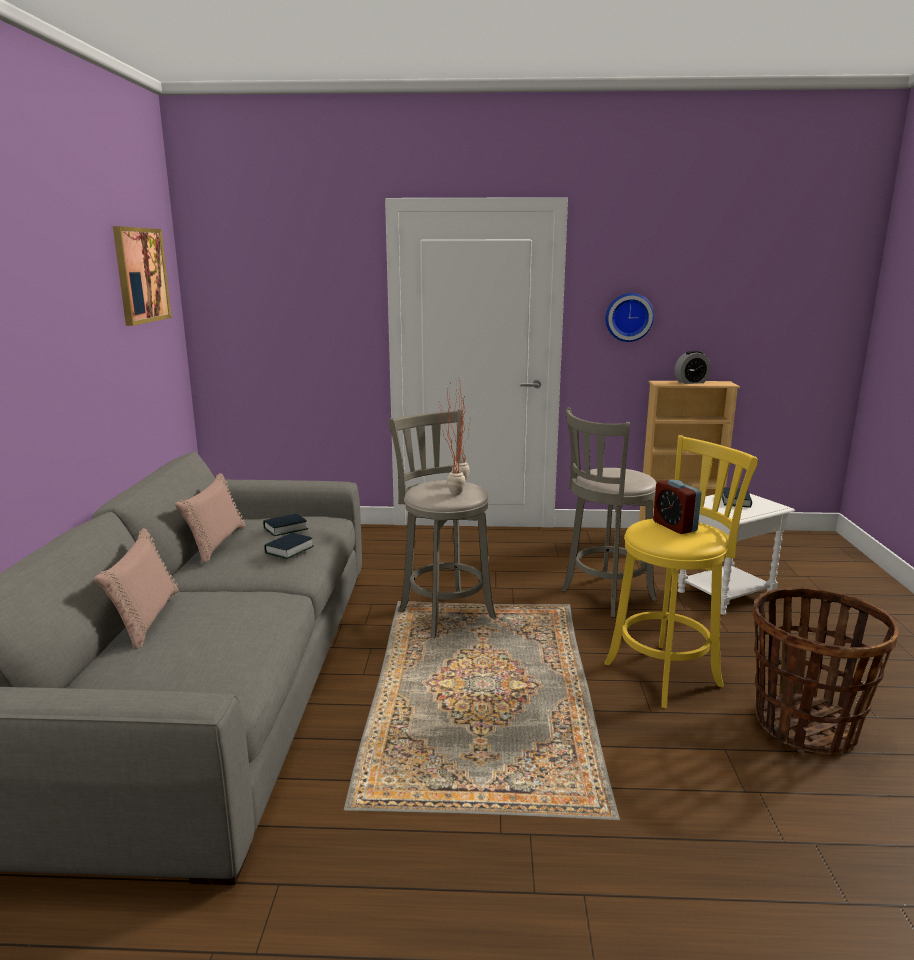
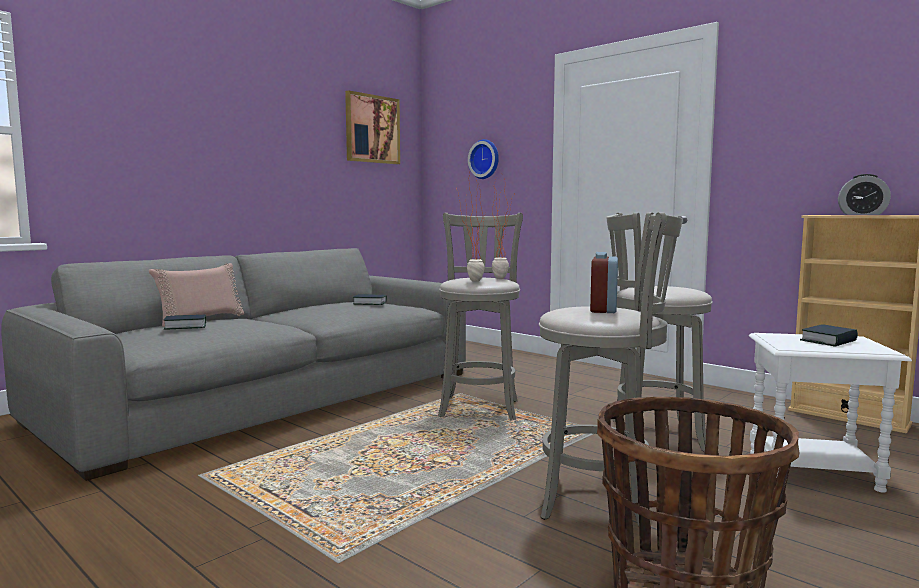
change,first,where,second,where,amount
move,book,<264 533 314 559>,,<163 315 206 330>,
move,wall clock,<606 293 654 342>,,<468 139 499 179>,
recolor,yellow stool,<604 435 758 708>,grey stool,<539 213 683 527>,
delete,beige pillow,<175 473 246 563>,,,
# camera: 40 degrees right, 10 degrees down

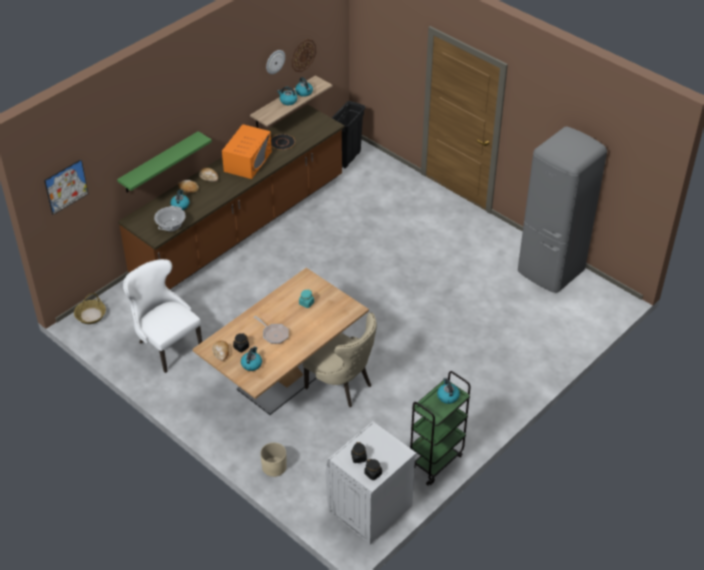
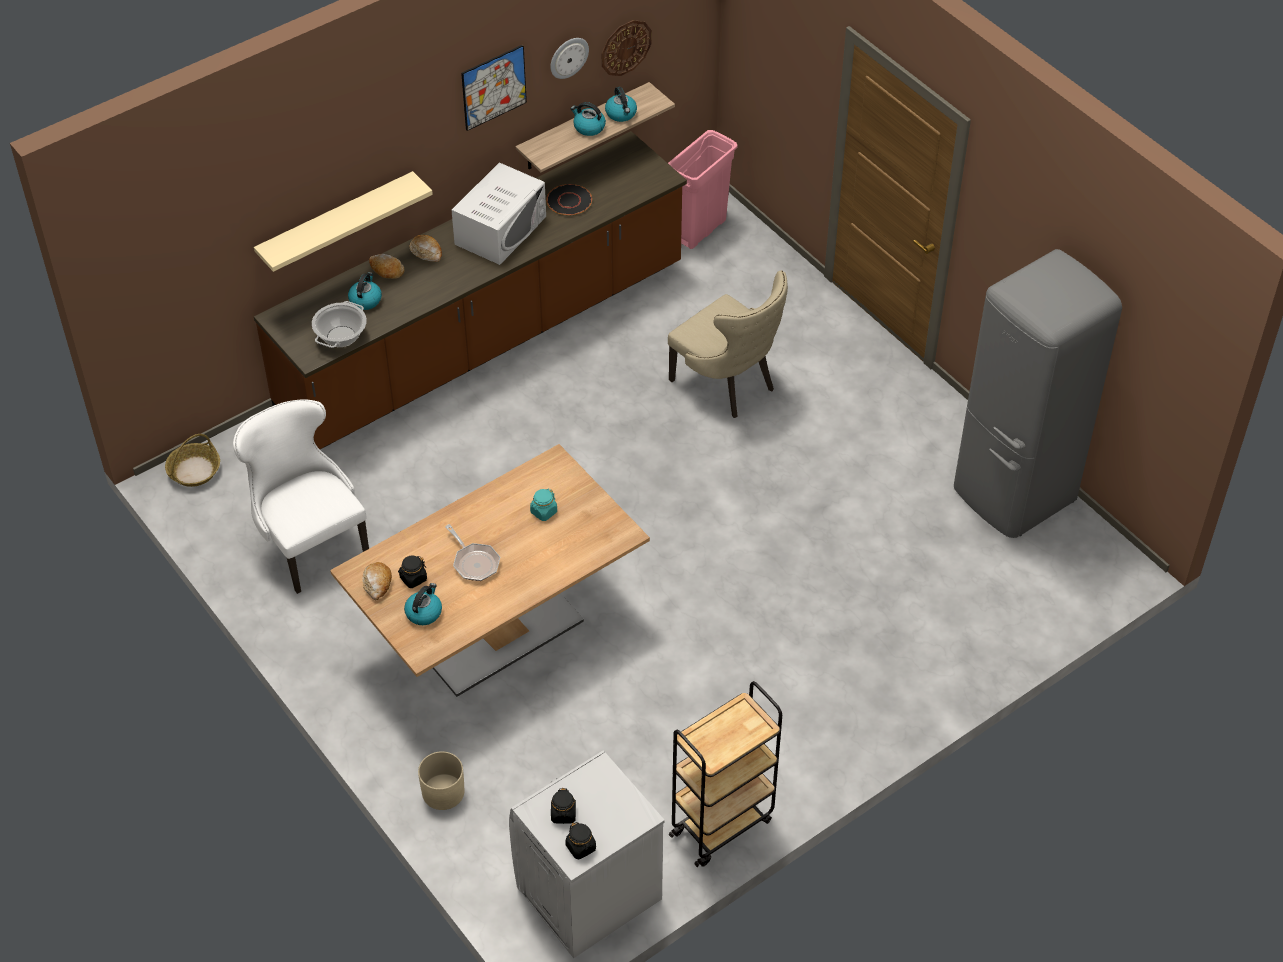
change,first,where,second,where,amount
recolor,green shelf,<117 131 212 193>,beige shelf,<254 171 433 272>,
recolor,orange microwave,<222 124 272 179>,white microwave,<452 162 546 265>,
move,picture,<44 159 88 215>,,<461 45 527 131>,
recolor,black trash can,<332 101 366 168>,pink trash can,<668 130 737 249>,
move,beige chair,<303 312 377 407>,,<668 270 788 418>,
recolor,green cart,<410 371 470 486>,brown cart,<669 681 782 867>,
delete,kettle,<437 378 460 404>,,,
# camera: 10 degrees right, 5 degrees up

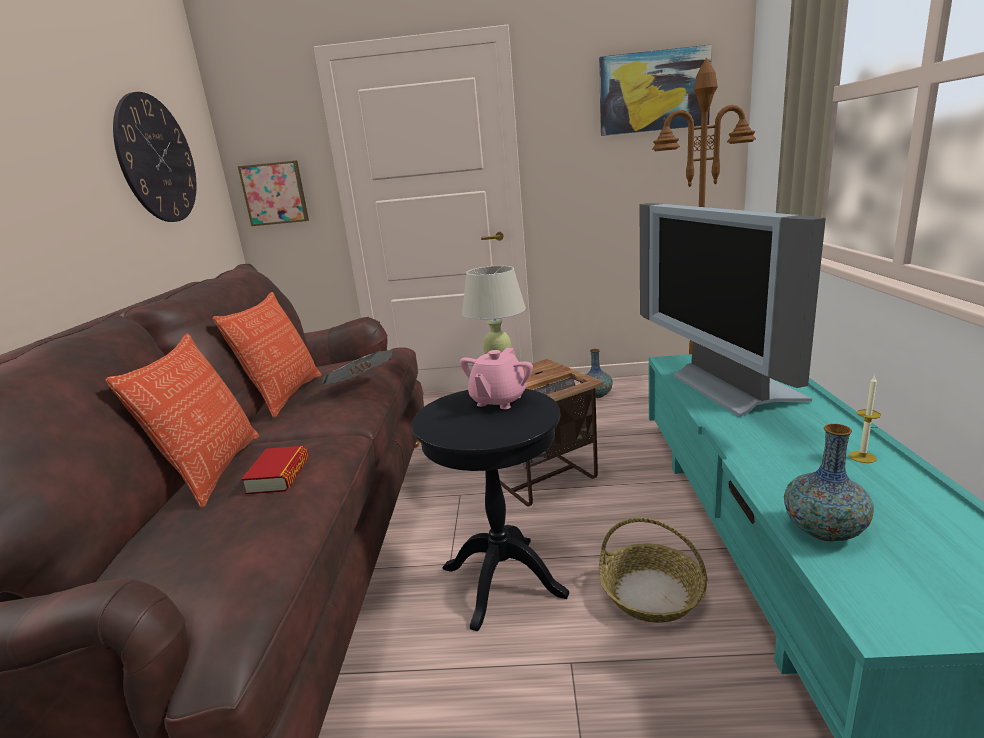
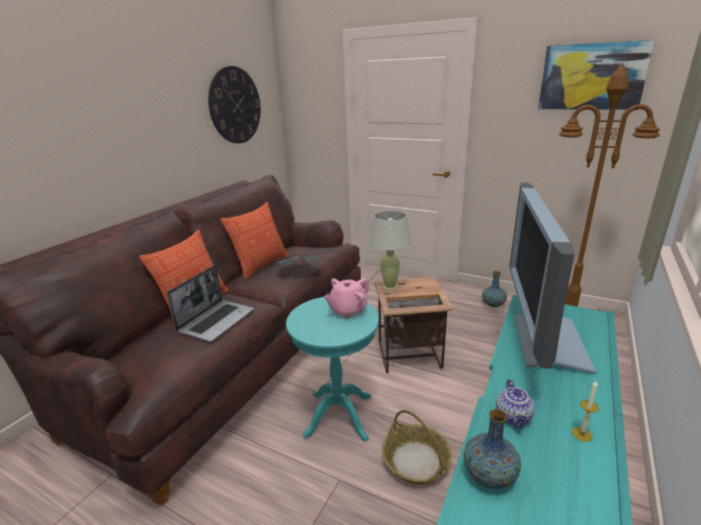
change,first,where,second,where,amount
replace,book,<241 446 309 495>,laptop,<167 265 254 342>,
recolor,black side table,<412 389 569 631>,turquoise side table,<286 297 379 442>,
insert,,,teapot,<496 379 535 428>,
delete,picture,<237 160 309 226>,,,
# camera: 25 degrees right, 5 degrees up

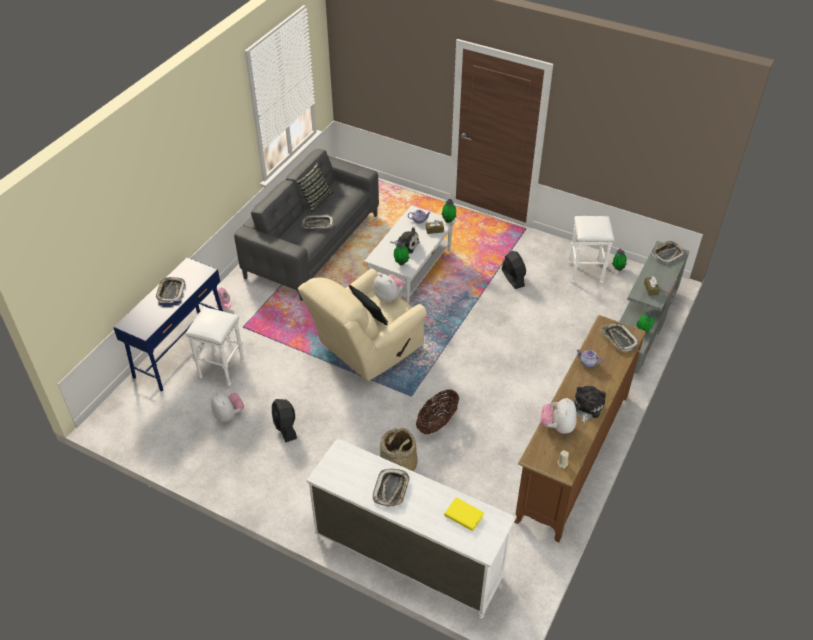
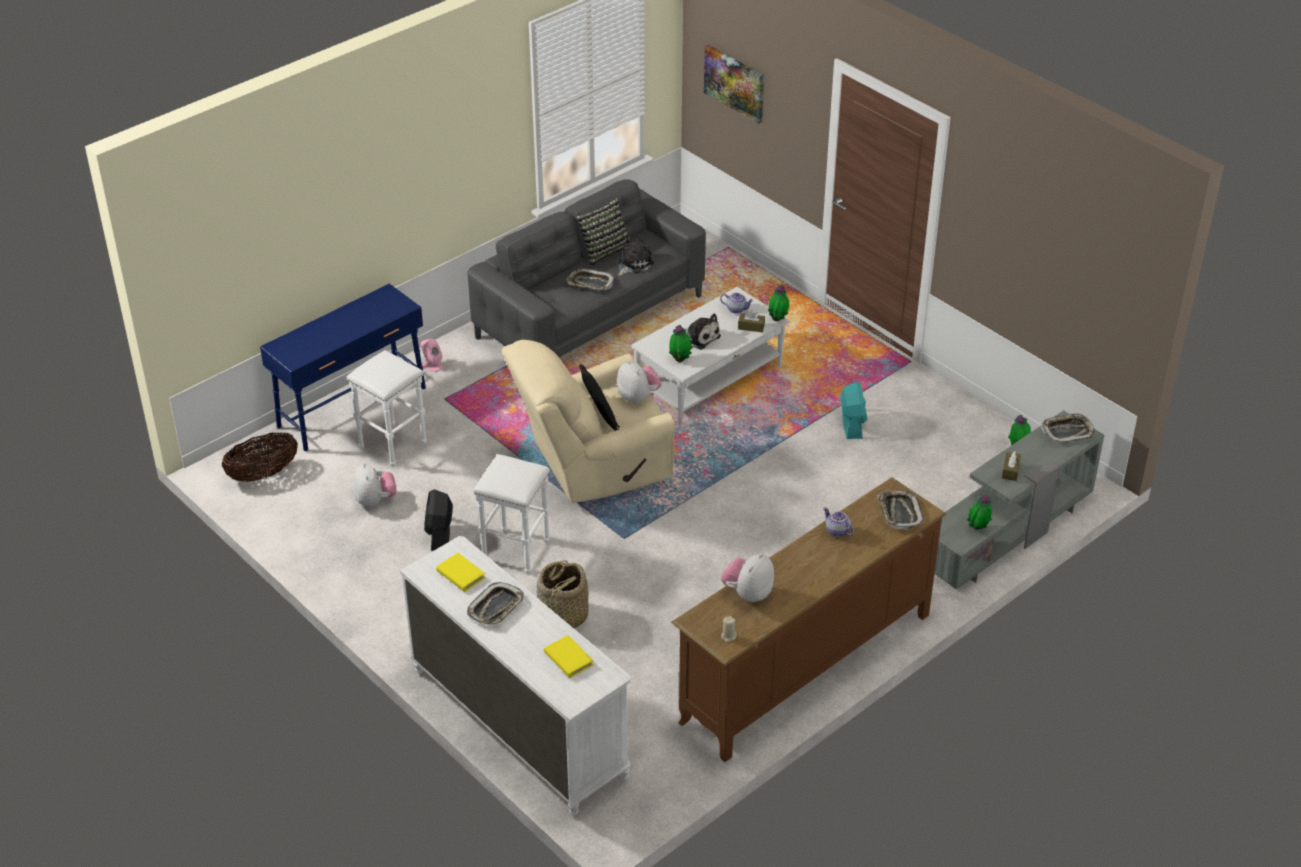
change,first,where,second,where,amount
move,basket,<416 389 459 434>,,<222 432 298 482>,
insert,,,yellow book,<436 553 486 592>,
move,white stool,<568 216 614 284>,,<473 454 550 574>,
move,plush toy,<574 386 606 424>,,<618 237 654 276>,
insert,,,picture,<704 45 764 124>,
recolor,black fan,<502 251 526 289>,turquoise fan,<840 382 868 439>,
delete,tray,<156 277 185 303>,,,
# camera: 20 degrees right, 5 degrees down

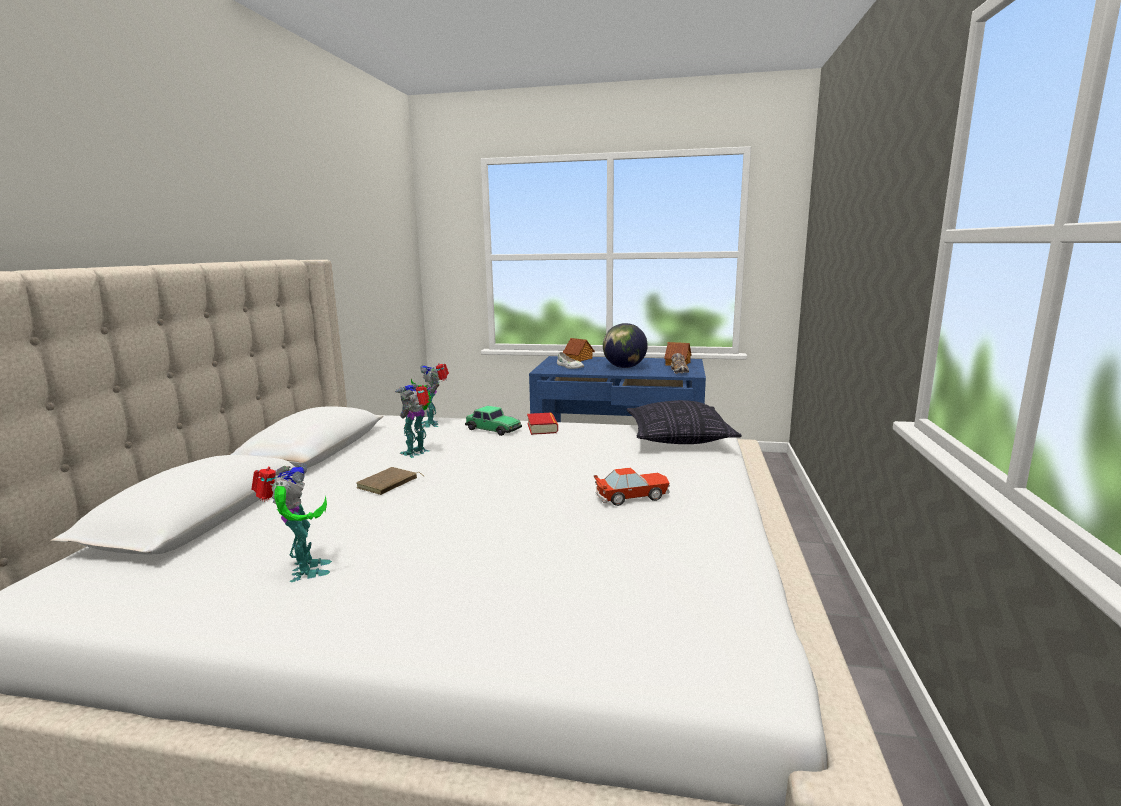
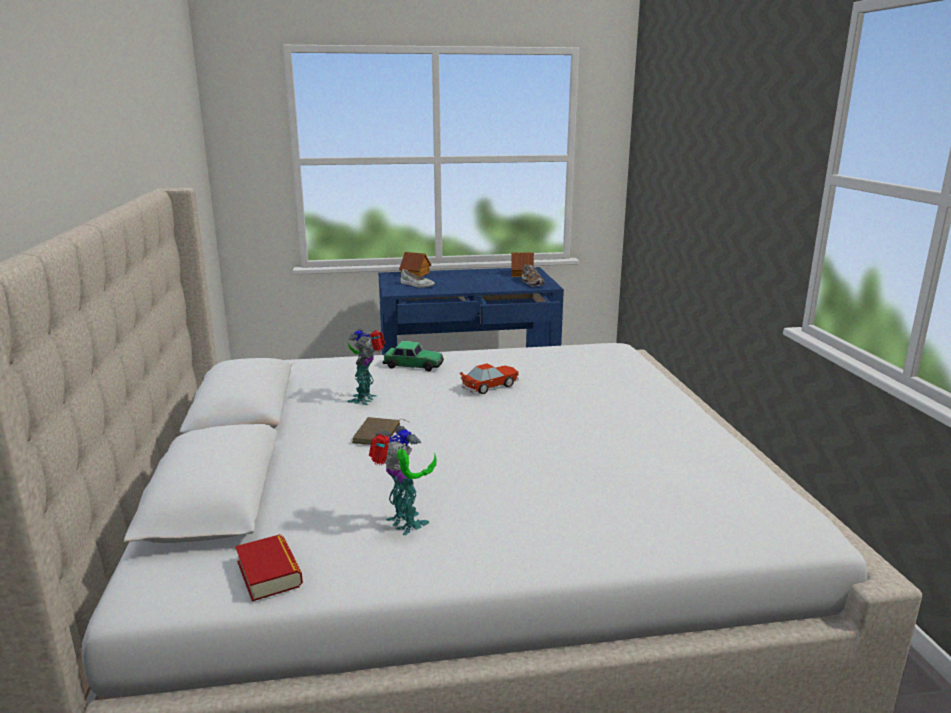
change,first,where,second,where,amount
move,book,<527 413 558 435>,,<235 534 303 601>,
move,toy car,<593 468 670 506>,,<460 363 519 394>,
delete,toy robot,<411 363 449 428>,,,
delete,globe,<603 323 648 368>,,,
delete,pillow,<626 400 742 444>,,,
# camera: 20 degrees left, 5 degrees up

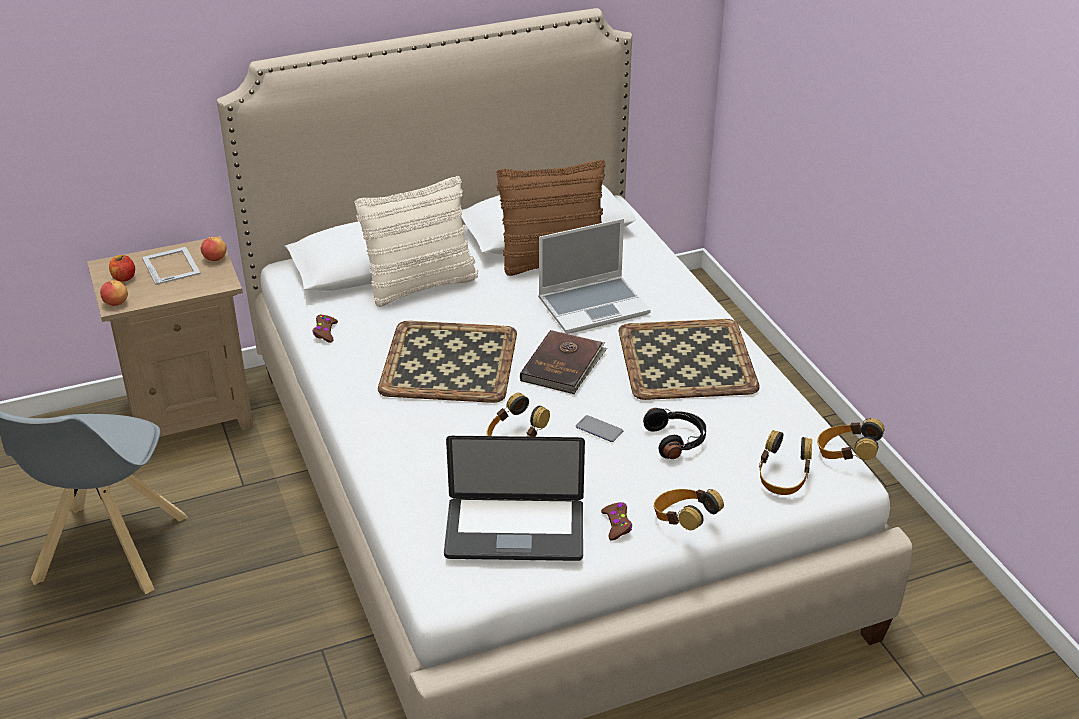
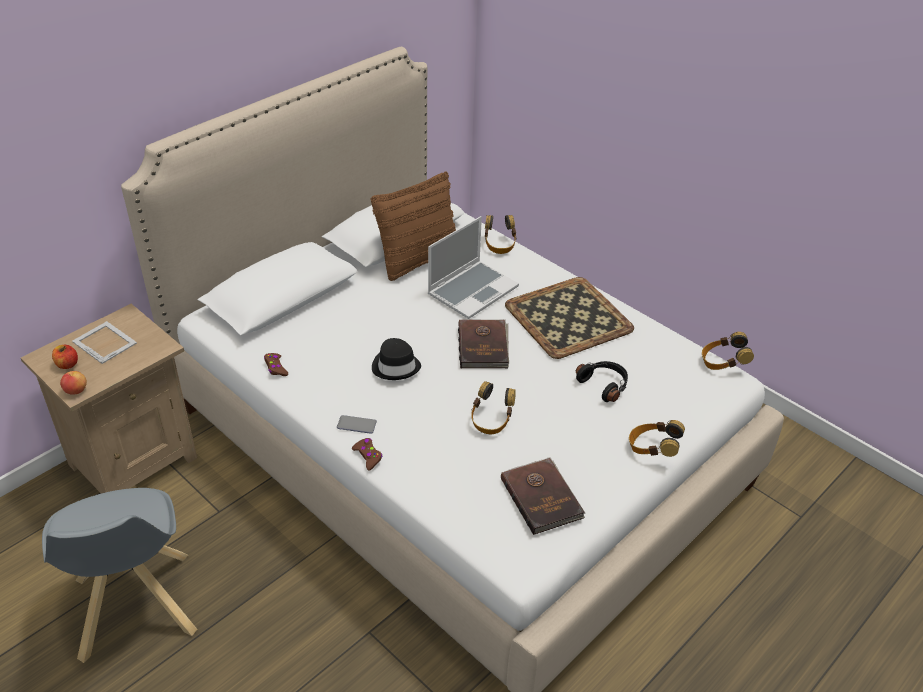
change,first,where,second,where,amount
move,phone,<576 415 623 442>,,<337 415 377 434>,
move,brown game controller,<601 502 632 541>,,<352 438 382 471>,
replace,tray,<378 321 517 403>,black hat,<372 338 421 380>,
move,headphones,<759 430 812 495>,,<485 215 516 254>,
replace,laptop,<444 436 585 561>,brown book,<501 457 585 535>,
delete,apple,<201 237 227 261>,,,
delete,beige pillow,<354 176 478 307>,,,
# camera: 25 degrees left, 5 degrees up

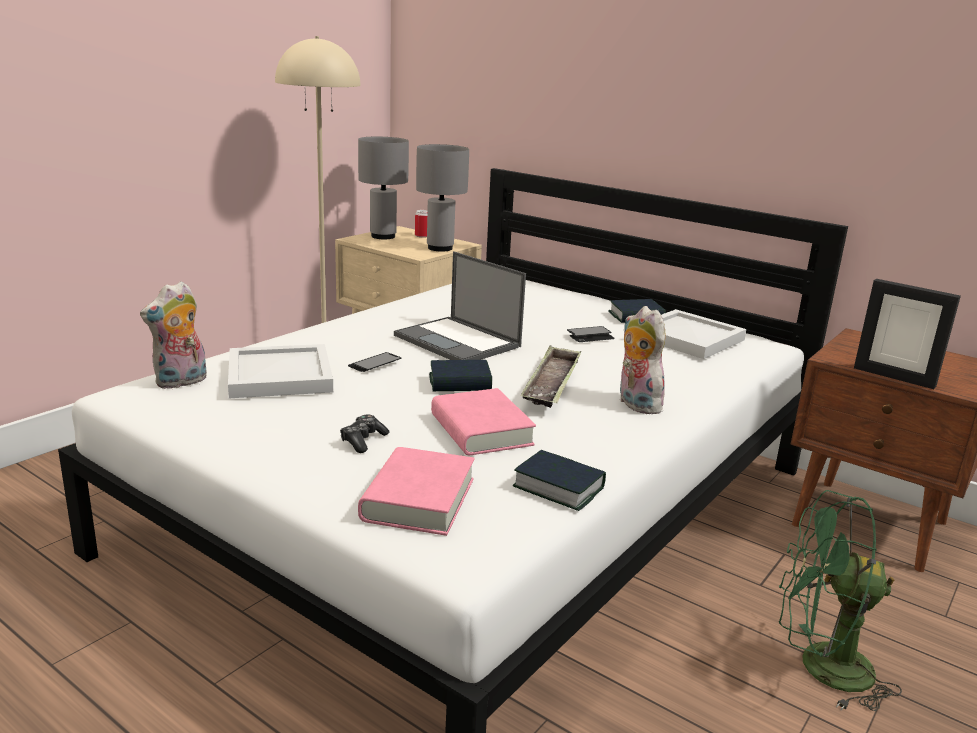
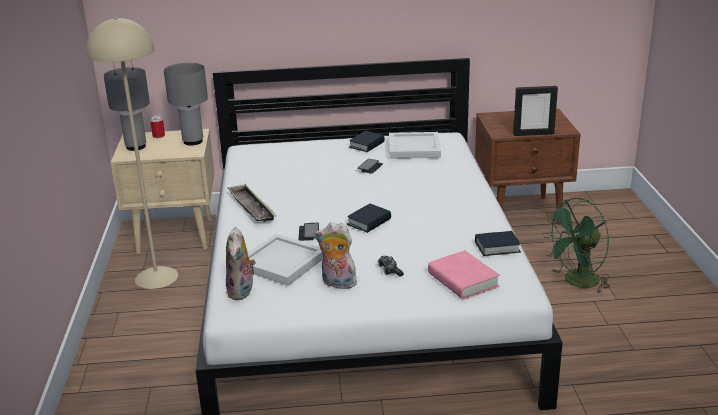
change,first,where,second,where,amount
move,tray,<521 345 581 408>,,<228 184 277 222>,
move,plush toy,<620 306 668 414>,,<315 222 361 289>,
delete,laptop,<394 251 526 360>,,,
delete,pink book,<431 388 536 455>,,,
# camera: 40 degrees left, 5 degrees up

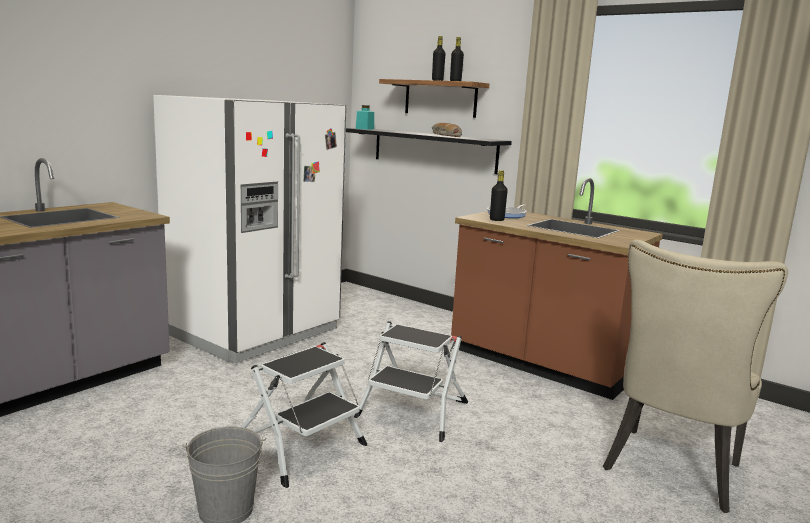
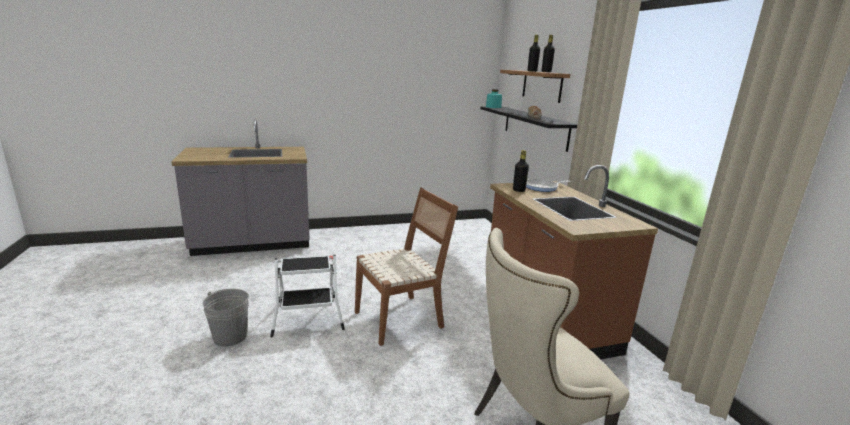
change,first,where,second,where,amount
replace,step ladder,<354 321 468 442>,chair,<355 187 458 346>,
delete,white fridge,<153 95 346 363>,,,
# camera: 35 degrees right, 5 degrees up

